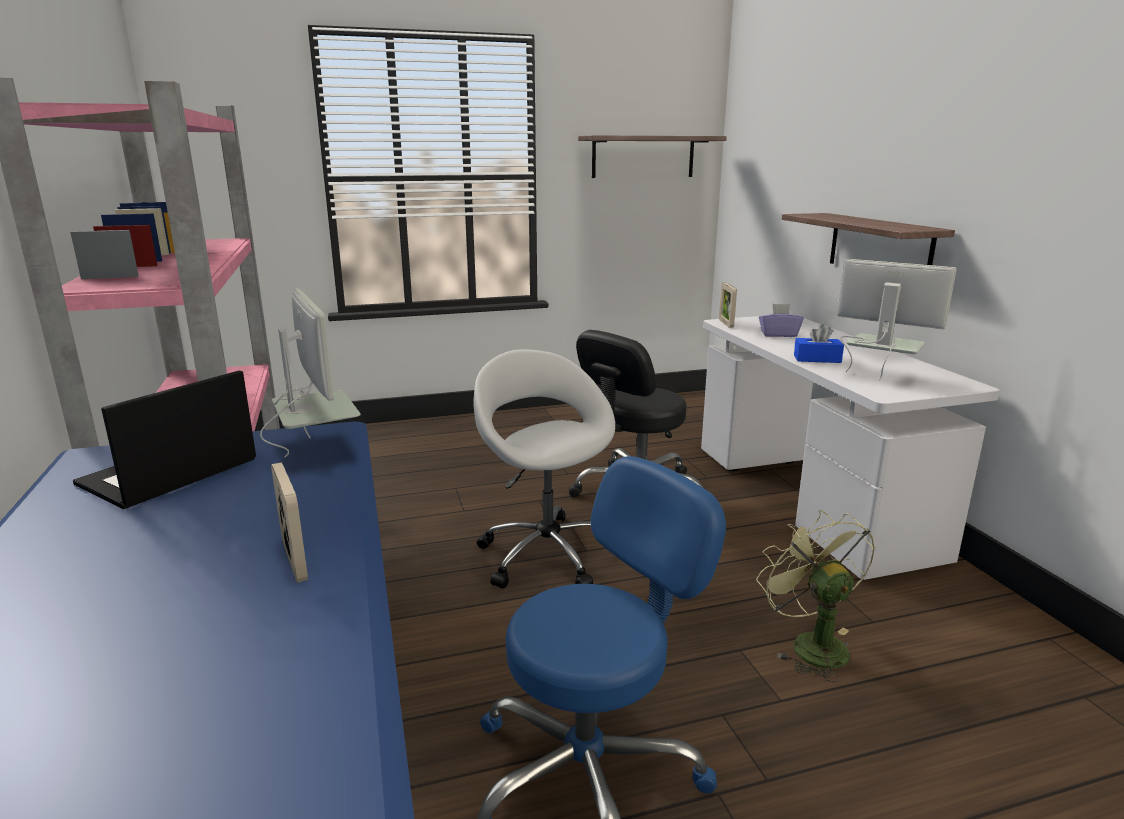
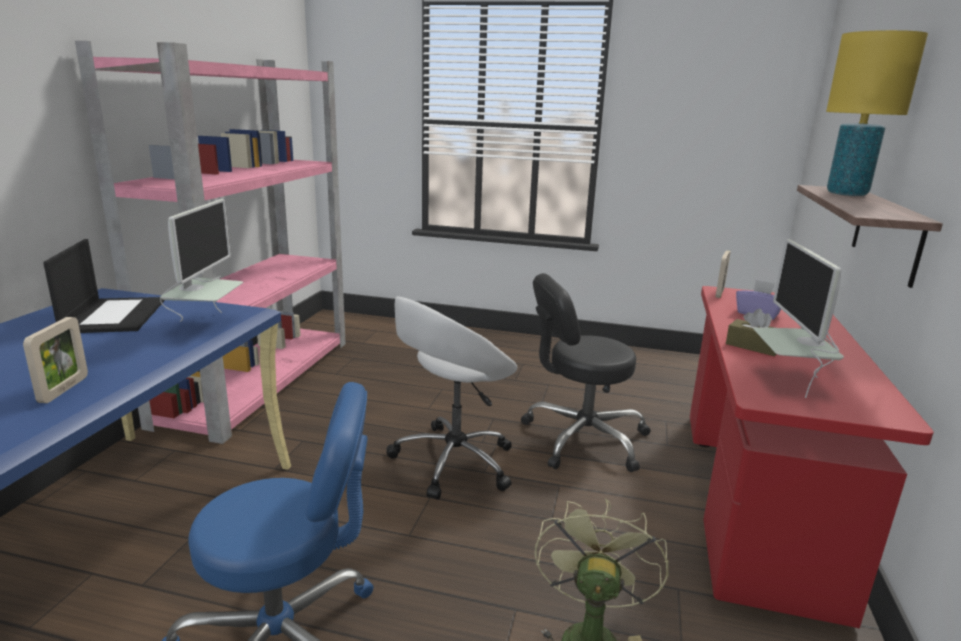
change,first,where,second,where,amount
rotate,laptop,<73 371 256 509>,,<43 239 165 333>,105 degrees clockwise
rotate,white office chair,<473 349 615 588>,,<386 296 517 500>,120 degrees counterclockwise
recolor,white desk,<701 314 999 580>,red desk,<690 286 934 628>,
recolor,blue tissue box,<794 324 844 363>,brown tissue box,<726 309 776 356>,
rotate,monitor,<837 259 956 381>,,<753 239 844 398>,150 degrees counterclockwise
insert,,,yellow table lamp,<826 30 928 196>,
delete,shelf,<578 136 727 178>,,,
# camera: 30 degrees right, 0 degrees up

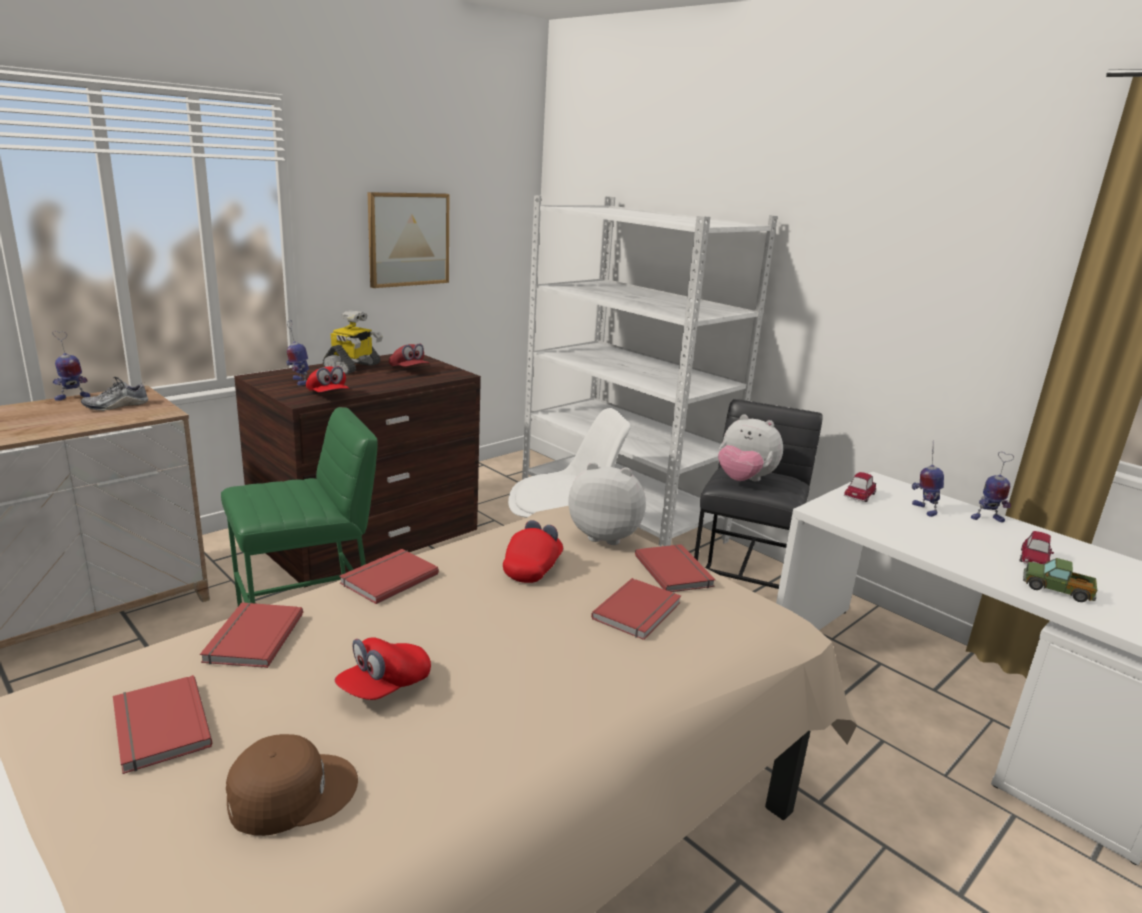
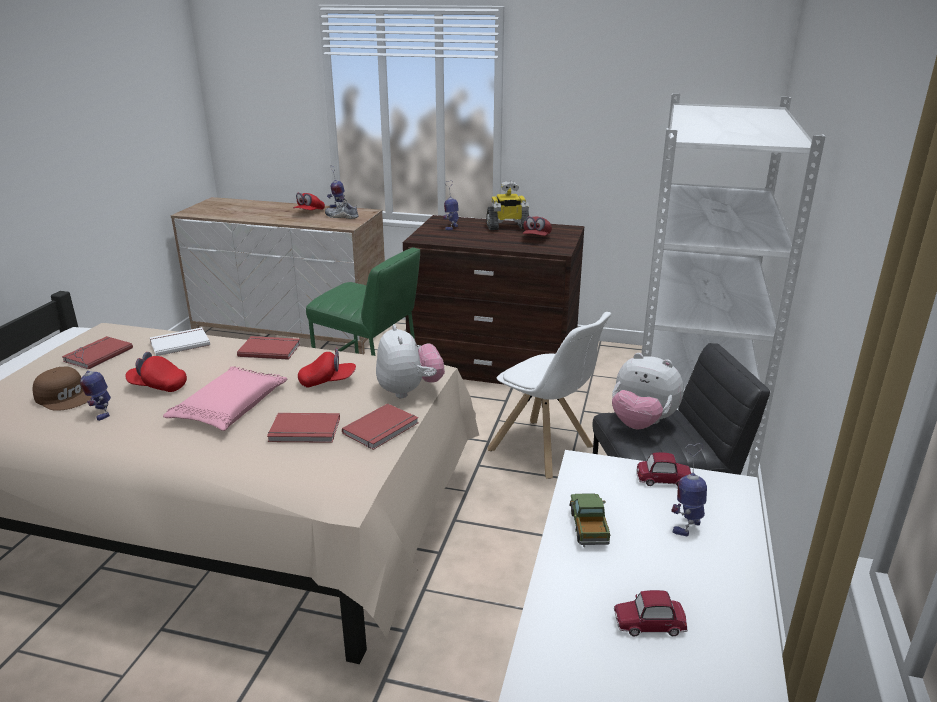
change,first,where,second,where,amount
move,toy robot,<971 452 1014 523>,,<75 347 111 421>,
recolor,red book,<200 602 303 668>,white book,<150 327 210 356>,
insert,,,pink pillow,<163 366 288 431>,
move,red cap,<306 366 349 392>,,<293 193 325 210>,
move,toy truck,<1023 558 1097 602>,,<569 493 611 547>,
rotate,plush toy,<718 414 783 482>,,<612 353 684 429>,60 degrees counterclockwise
delete,picture,<368 192 449 288>,,,
# camera: 60 degrees right, 5 degrees up

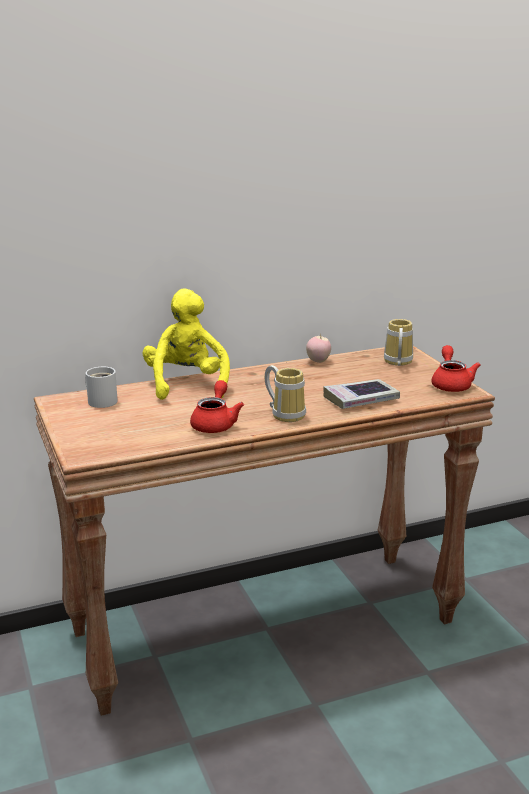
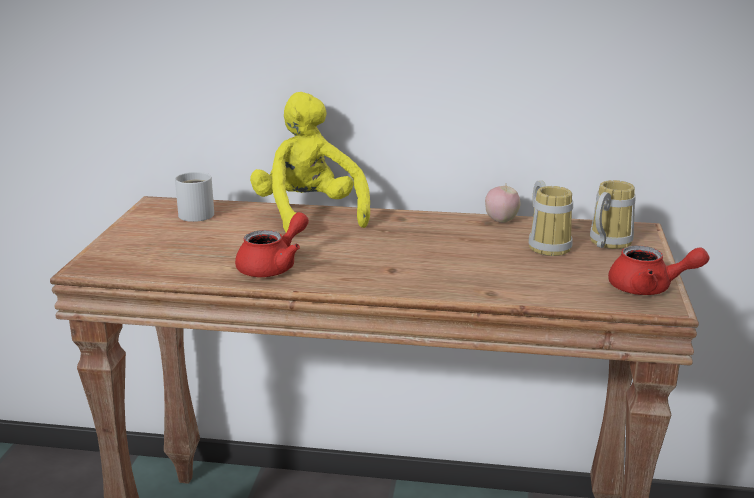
change,first,where,second,where,amount
rotate,yellow plush toy,<143 289 230 400>,,<250 92 370 233>,45 degrees counterclockwise
move,mug,<265 365 306 422>,,<528 180 573 256>,
rotate,red teapot,<432 345 480 392>,,<608 246 710 295>,75 degrees clockwise
delete,book,<323 379 400 409>,,,
# camera: 30 degrees right, 0 degrees up

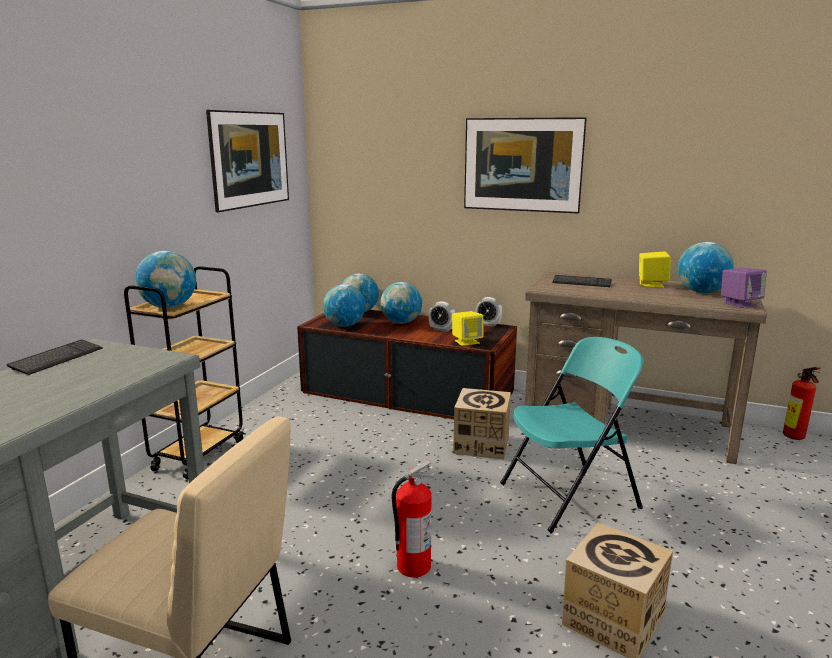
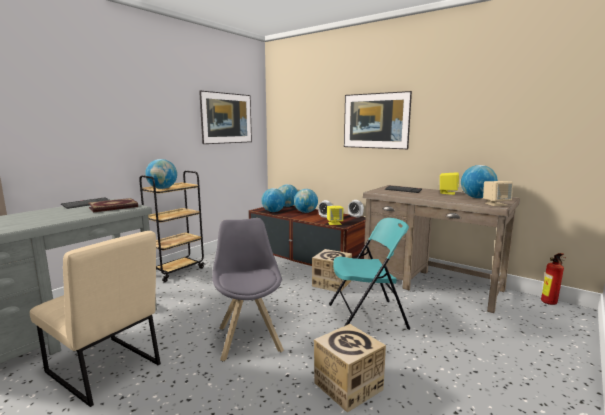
change,first,where,second,where,amount
insert,,,book,<89 198 138 212>,
replace,fire extinguisher,<392 460 434 577>,grey chair,<212 218 284 361>,
recolor,purple speaker,<721 268 767 308>,beige speaker,<483 181 513 206>,
# camera: 15 degrees right, 5 degrees down

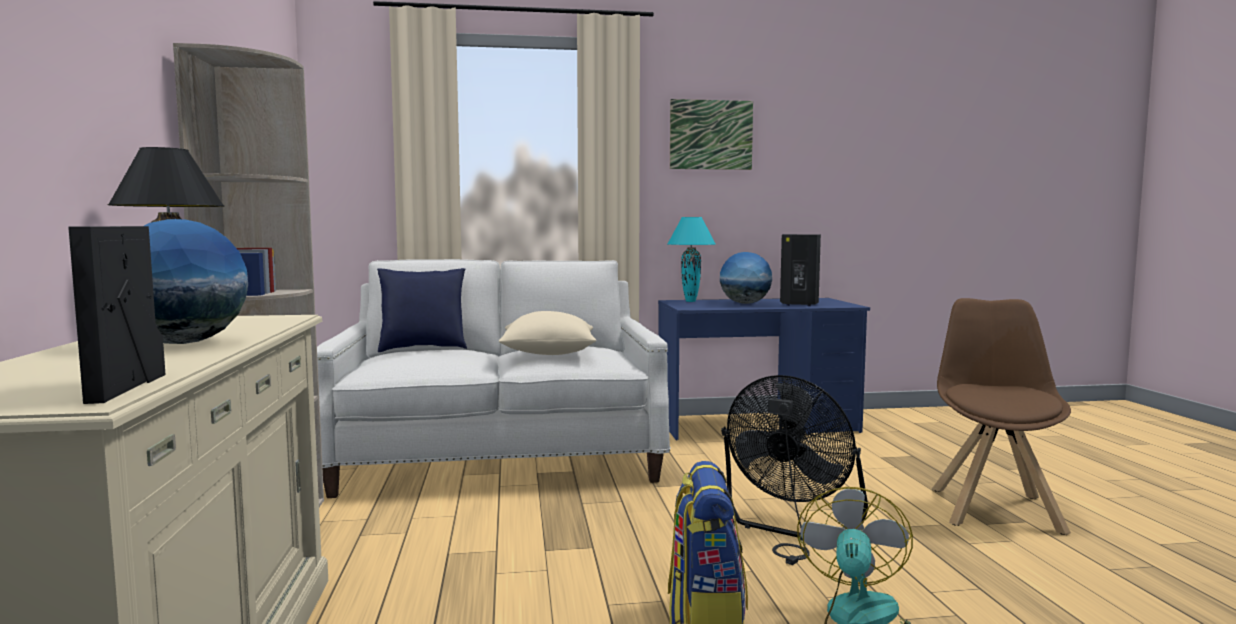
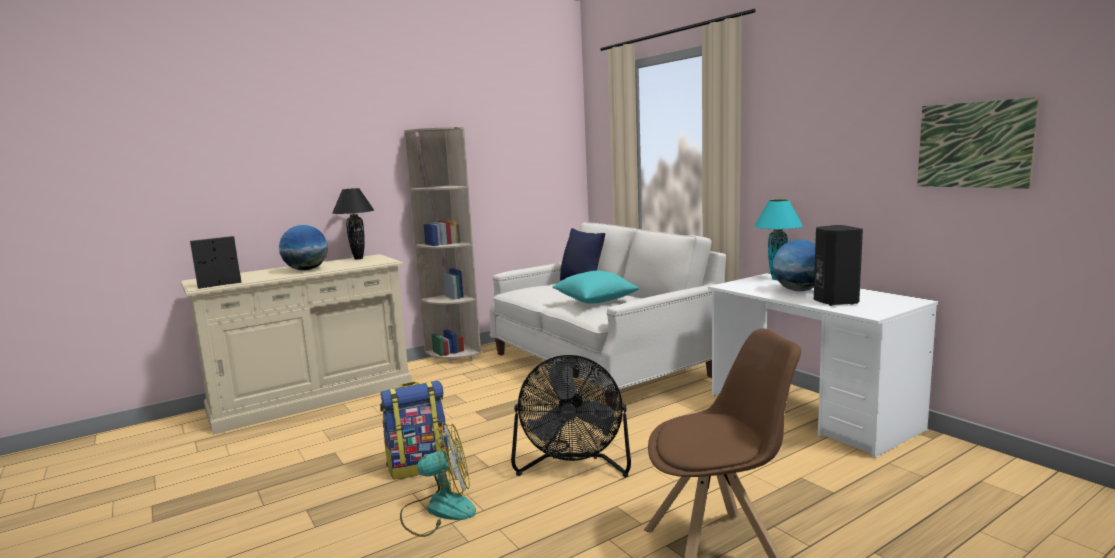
change,first,where,second,where,amount
rotate,black fan,<721 375 868 565>,,<511 355 631 478>,90 degrees clockwise
recolor,beige pillow,<499 311 596 355>,turquoise pillow,<552 271 639 304>,
recolor,blue desk,<658 298 870 440>,white desk,<708 273 938 458>,
move,picture,<670 99 753 170>,,<917 97 1039 189>,
# camera: 65 degrees right, 5 degrees up

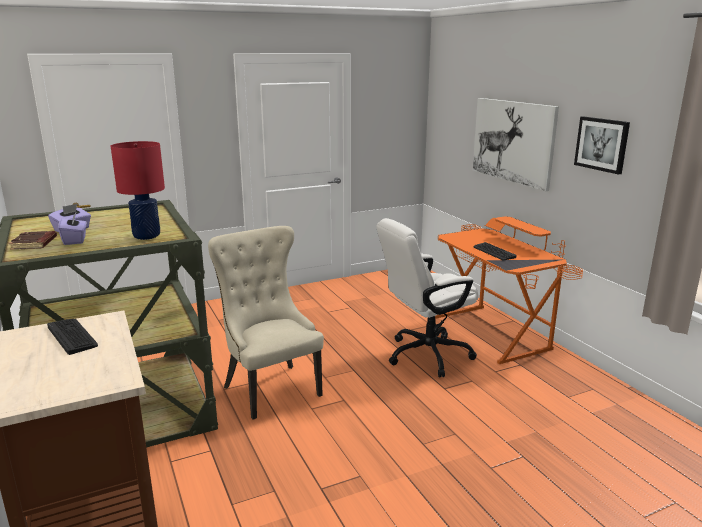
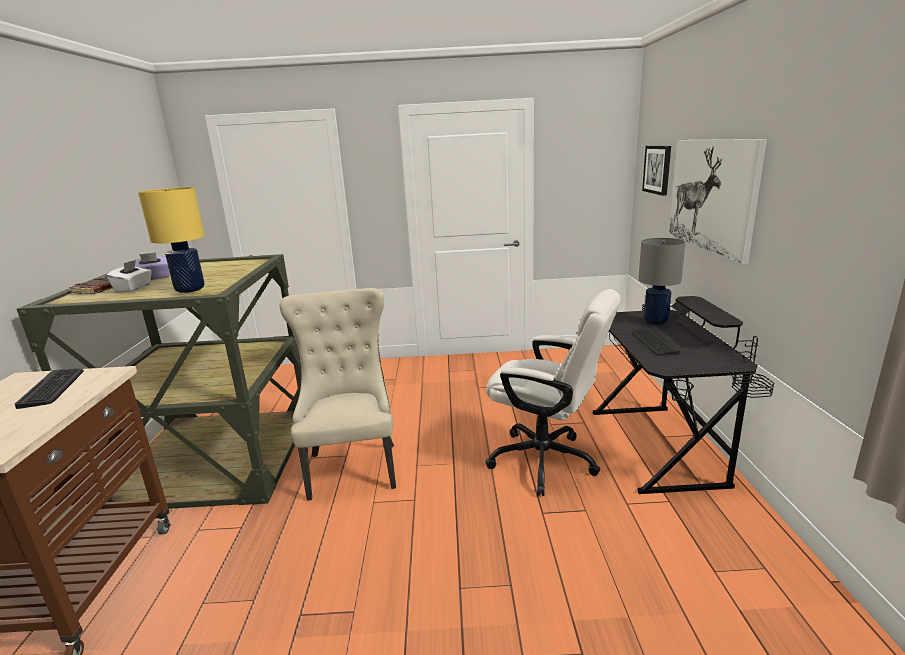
change,first,where,second,where,amount
recolor,purple tissue box,<58 211 87 245>,white tissue box,<106 260 152 292>,
recolor,red table lamp,<111 141 165 240>,yellow table lamp,<138 187 205 293>,
rotate,white office chair,<376 218 479 378>,,<486 289 621 496>,150 degrees counterclockwise
recolor,orange desk,<435 216 583 364>,black desk,<593 296 775 494>,
insert,,,grey table lamp,<638 238 686 325>,
move,picture,<574 116 630 175>,,<642 146 671 196>,
# camera: 25 degrees right, 0 degrees up

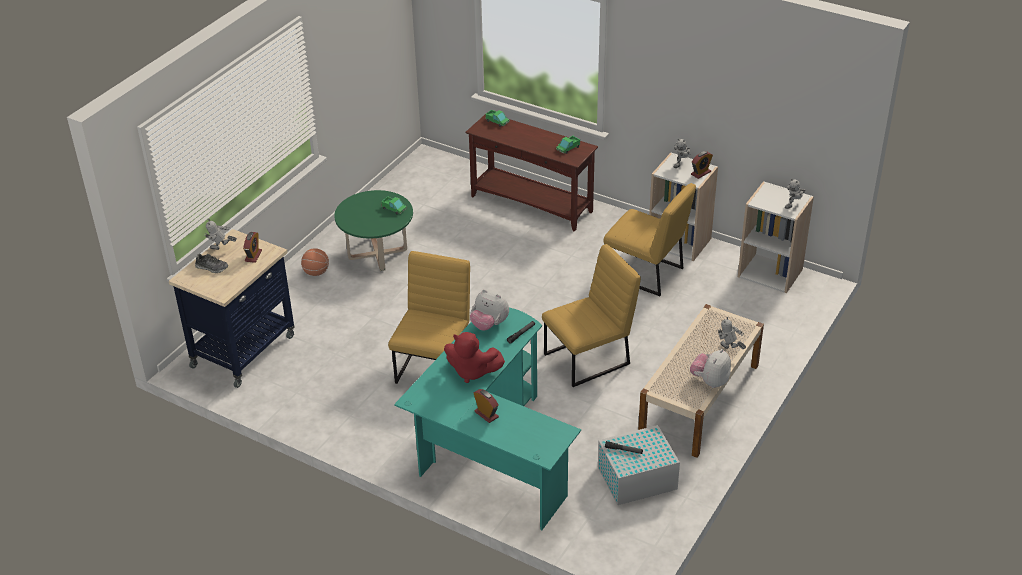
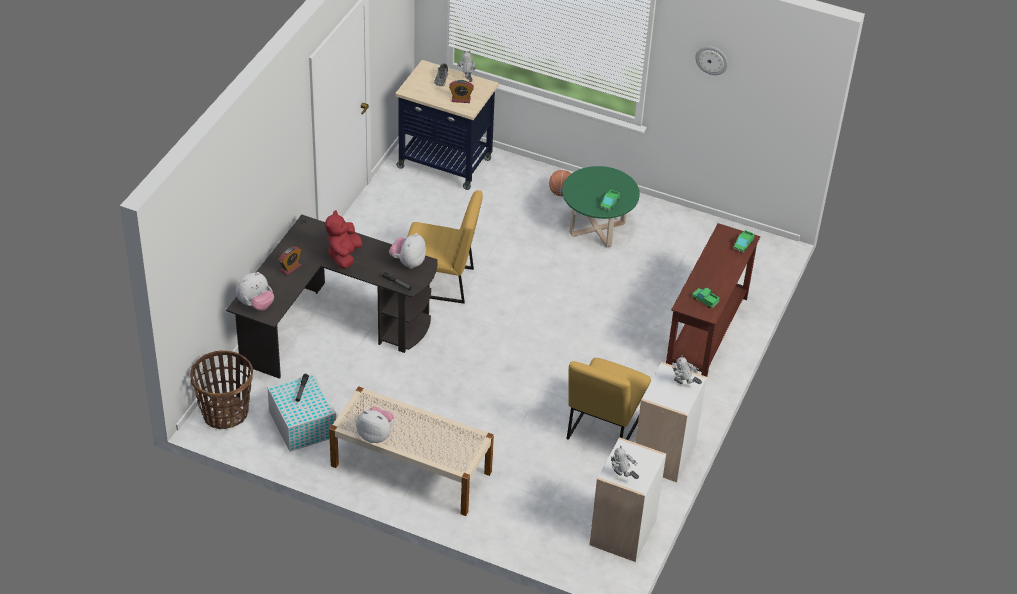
change,first,where,second,where,amount
insert,,,basket,<190 351 253 429>,
recolor,turquoise desk,<394 308 581 530>,black desk,<226 215 438 379>,
insert,,,plush toy,<236 272 274 311>,
insert,,,wall clock,<695 46 728 75>,
delete,yellow chair,<542 244 641 387>,,,
delete,alarm clock,<691 151 713 179>,,,
delete,toy robot,<718 317 746 349>,,,
# camera: 80 degrees right, 5 degrees up

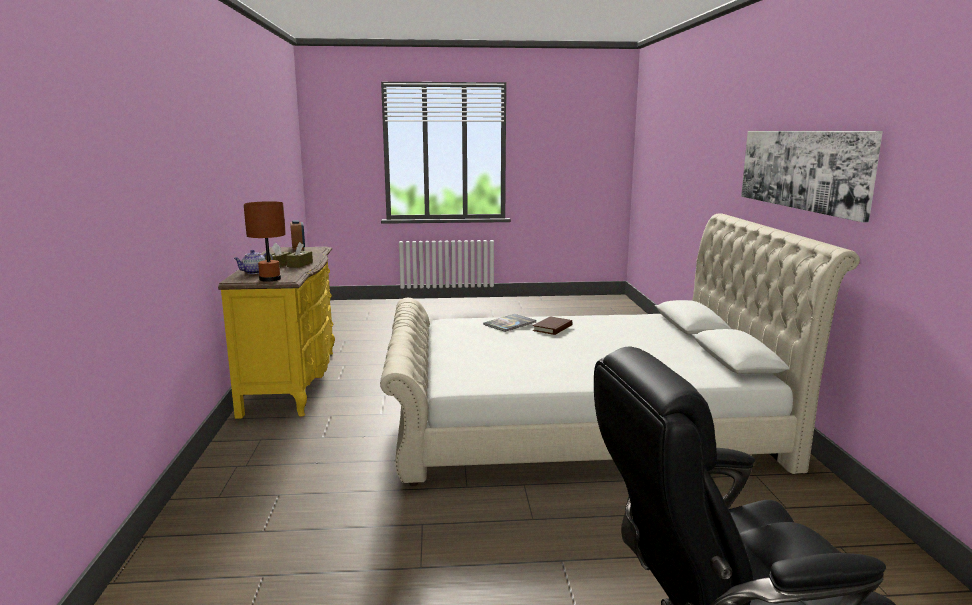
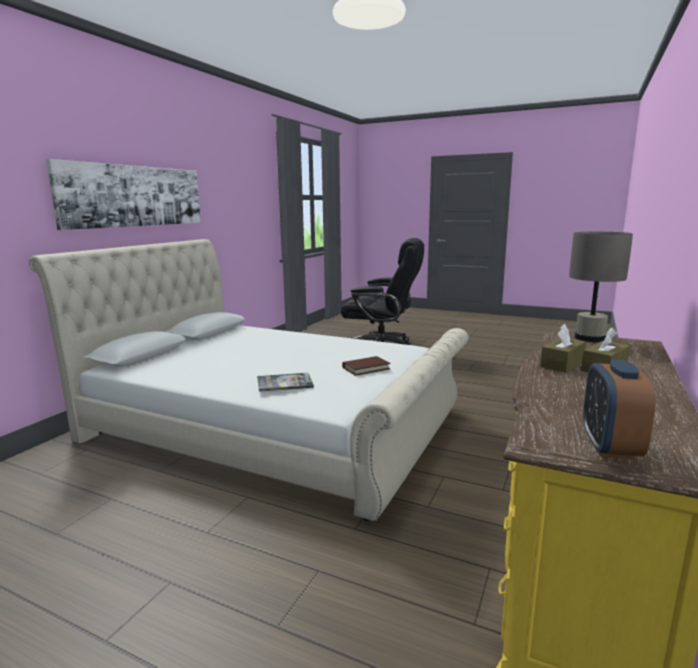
change,first,where,second,where,amount
move,brown book,<533 316 573 335>,,<342 356 390 376>,
recolor,brown table lamp,<244 201 286 282>,grey table lamp,<569 232 633 342>,
delete,teapot,<233 250 273 274>,,,
# camera: 150 degrees left, 0 degrees up

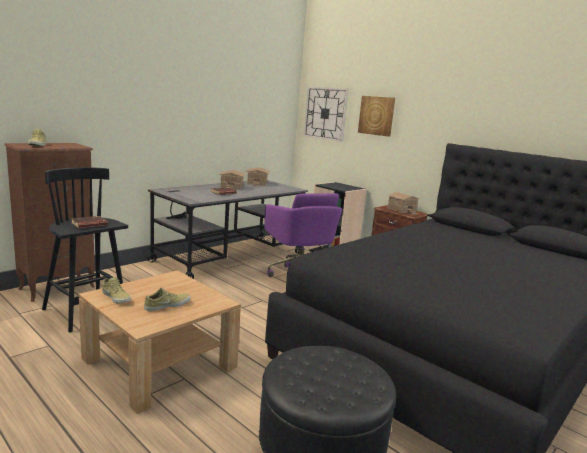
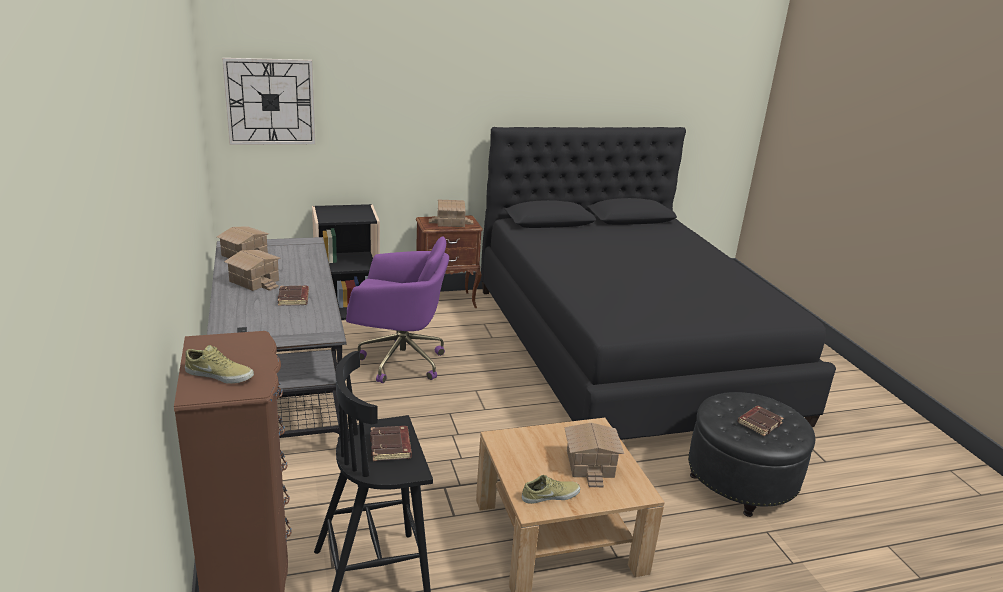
change,first,where,second,where,amount
replace,beige shoe,<144 288 191 311>,toy house,<564 423 624 487>,
insert,,,brown book,<738 406 784 436>,
delete,picture,<358 96 395 137>,,,
# camera: 60 degrees left, 10 degrees up

